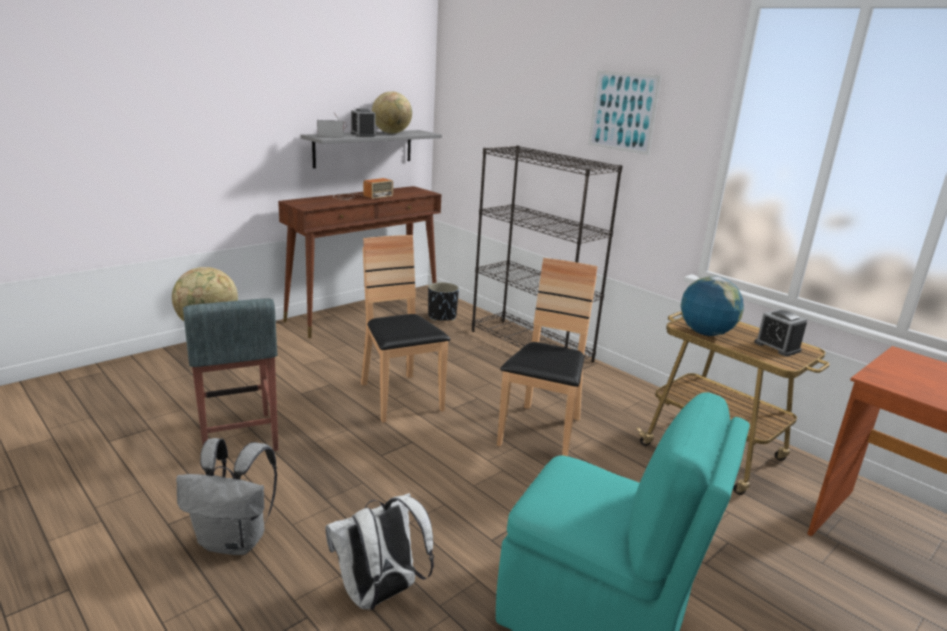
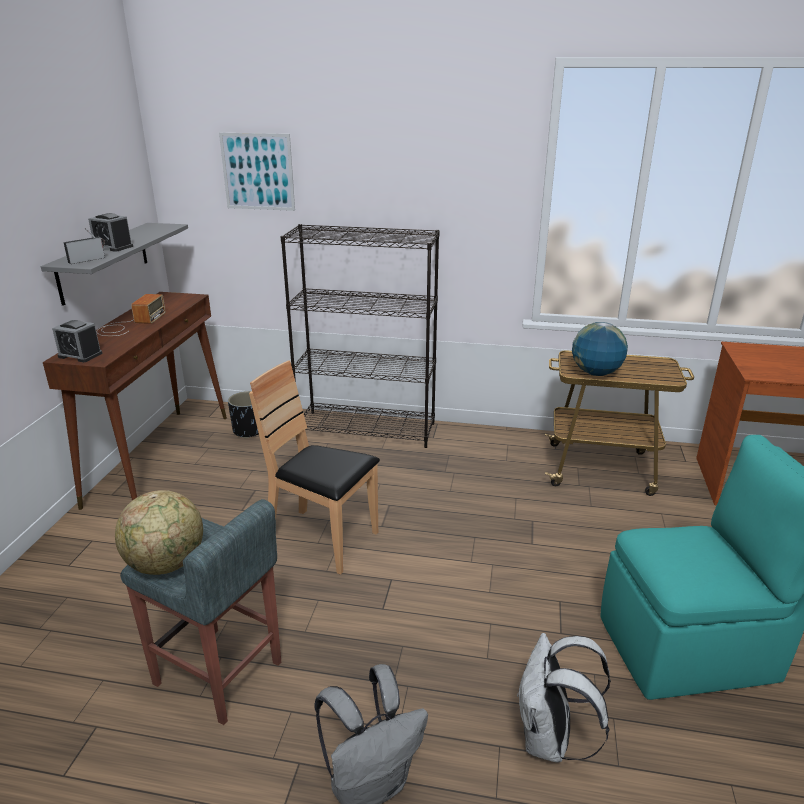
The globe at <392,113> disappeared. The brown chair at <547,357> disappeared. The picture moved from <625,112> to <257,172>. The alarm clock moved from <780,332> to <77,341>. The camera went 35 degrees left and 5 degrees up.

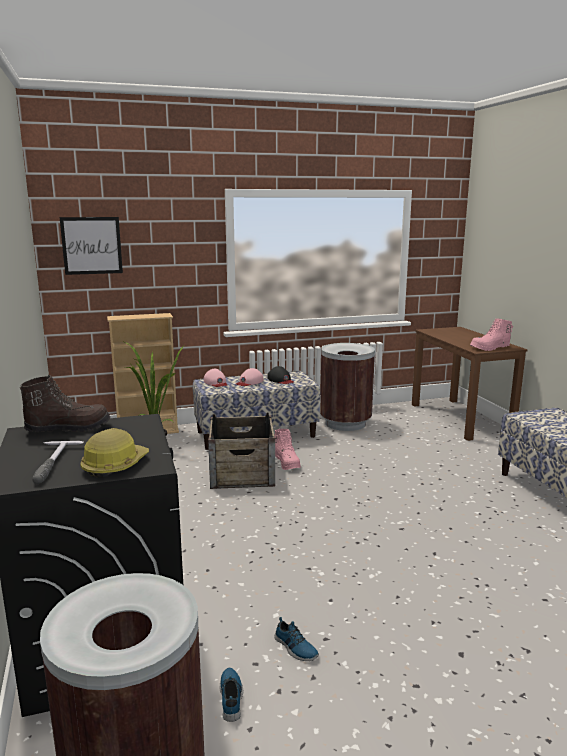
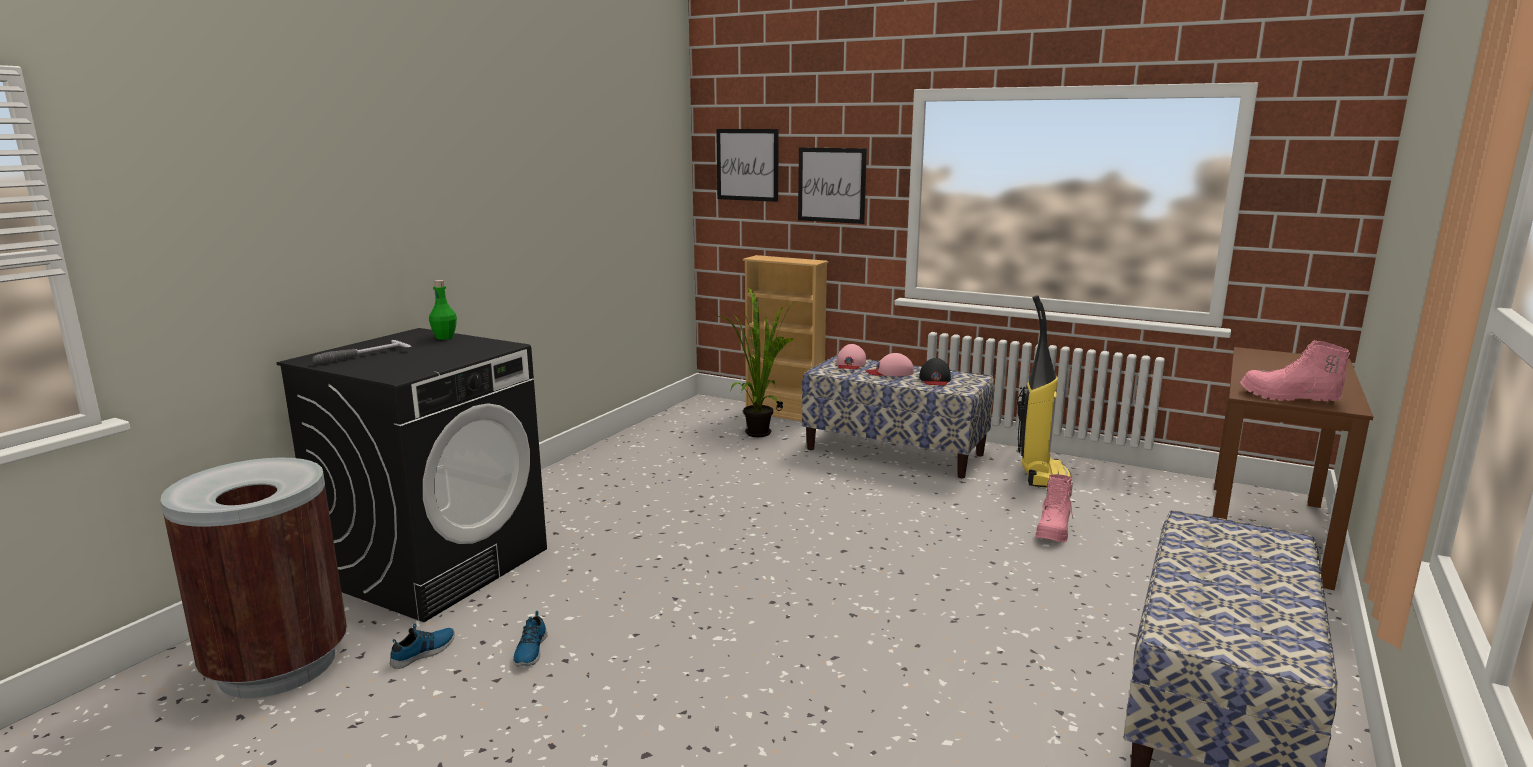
The hard hat at <114,452> disappeared. The crate at <241,451> disappeared. The picture at <832,185> appeared. The pink boot moved from <287,449> to <1054,508>. The brown boot at <65,403> was replaced by the green bottle at <443,310>. The brown trash can at <347,387> was replaced by the vacuum cleaner at <1044,391>. The camera went 45 degrees right and 0 degrees up.

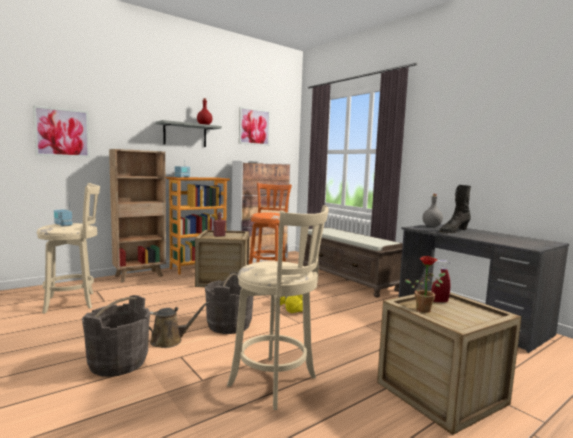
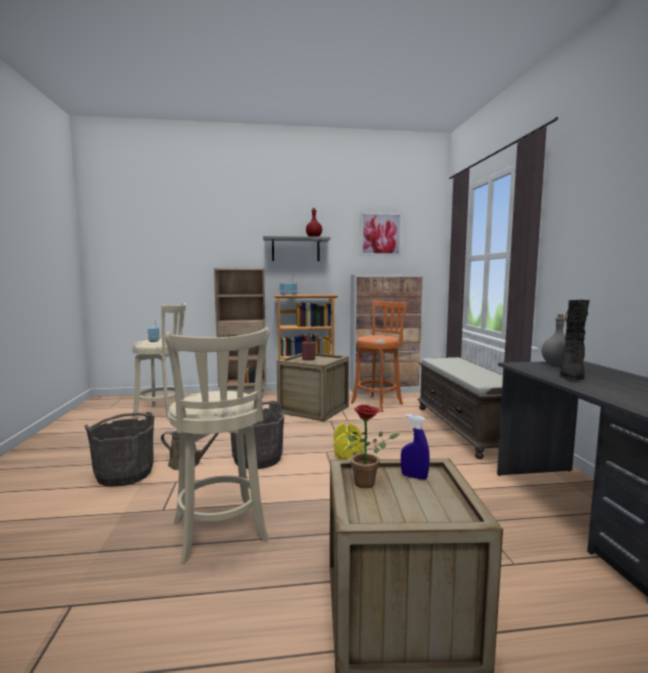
The picture at <61,131> disappeared. The red spray bottle at <441,281> became the blue spray bottle at <415,447>. The black boot at <455,209> turned 60 degrees counterclockwise. The camera went 30 degrees right and 0 degrees up.

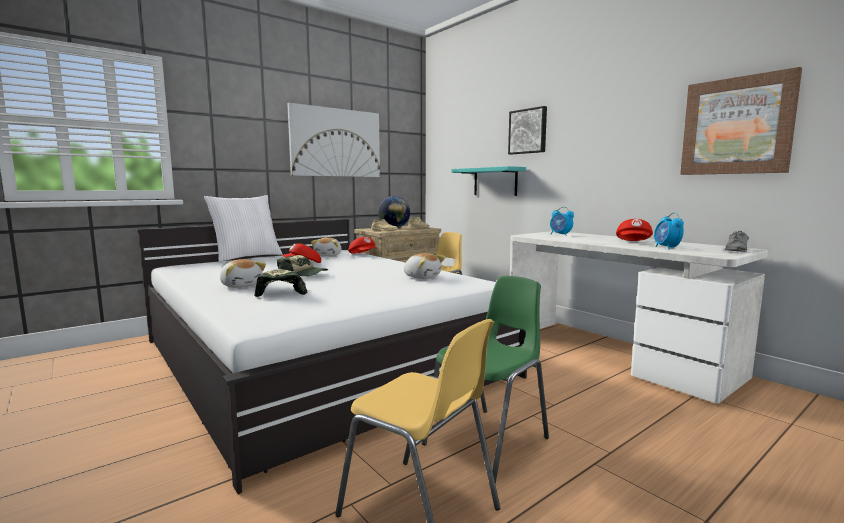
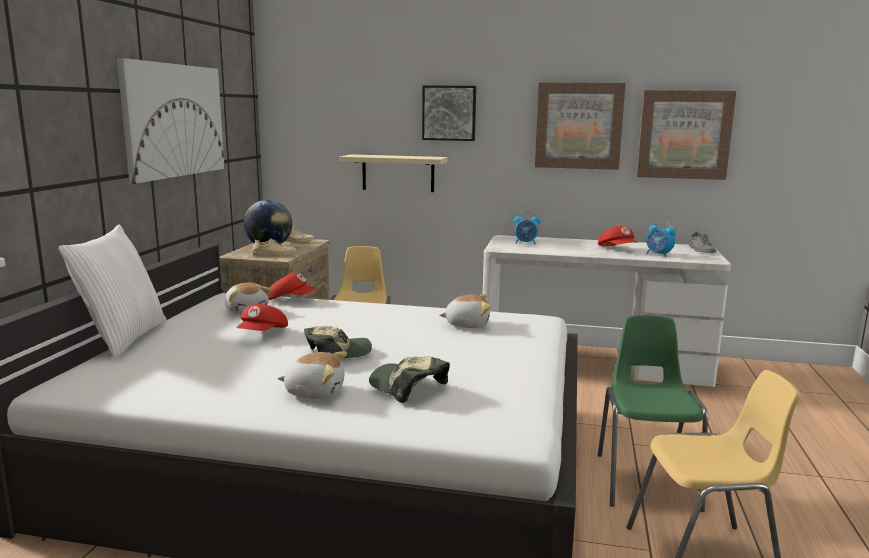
The picture at <580,126> appeared. The turquoise shelf at <489,181> became the beige shelf at <394,173>. The camera went 40 degrees left and 5 degrees up.

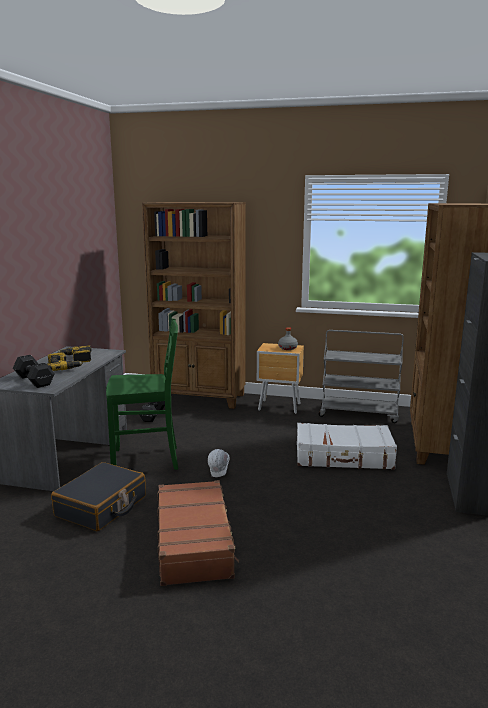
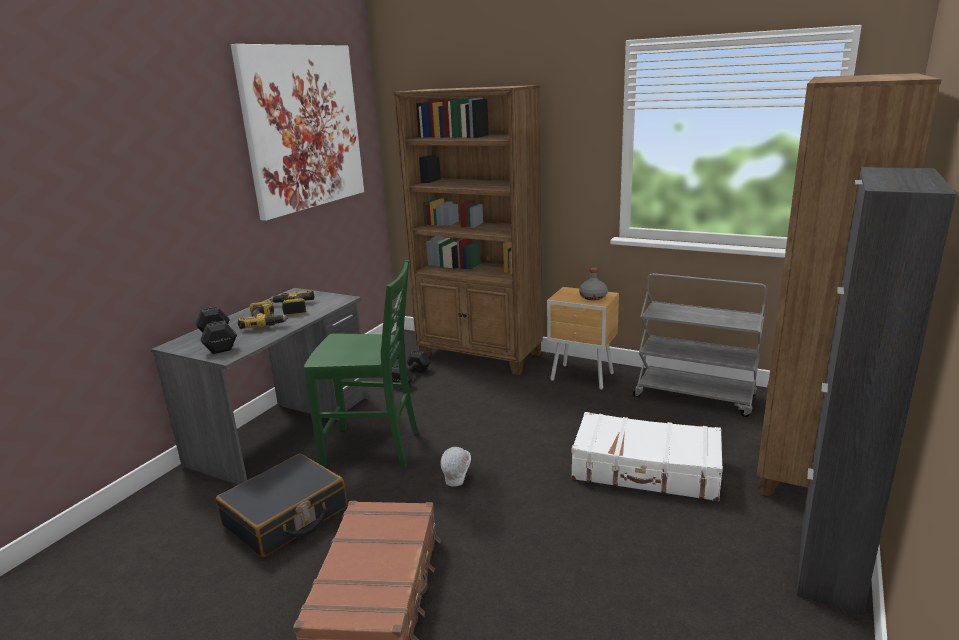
The picture at <297,132> appeared. The camera went 15 degrees right and 5 degrees up.

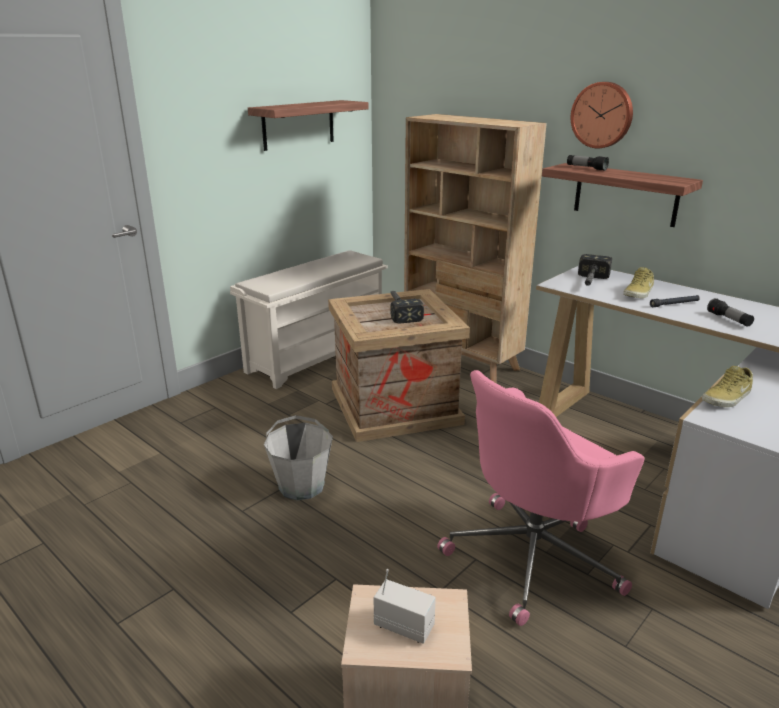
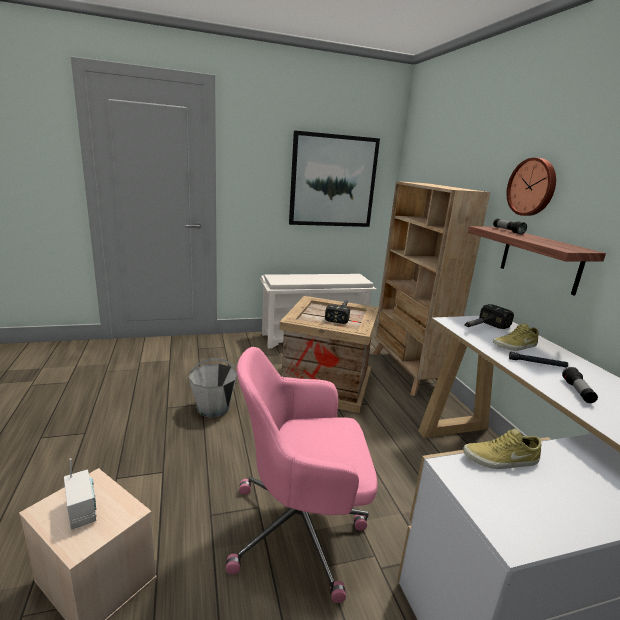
The shelf at <308,125> was replaced by the picture at <334,179>. The camera went 30 degrees right and 5 degrees down.

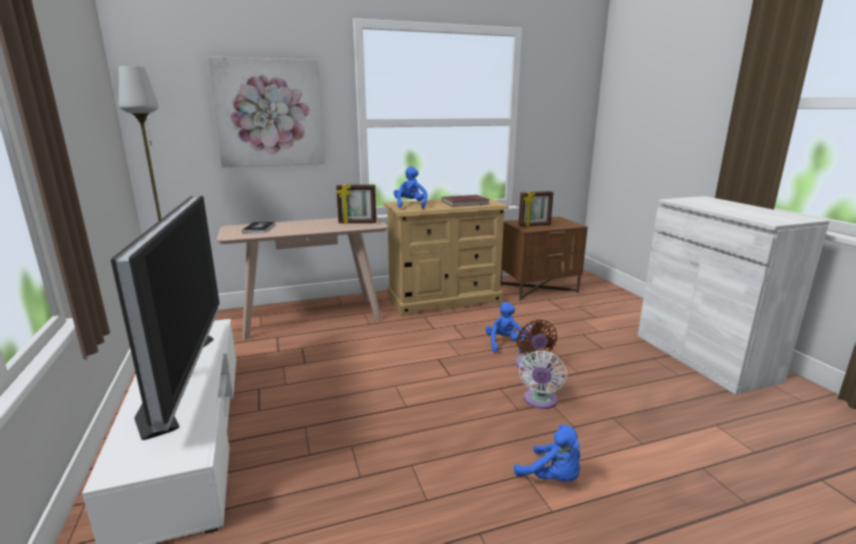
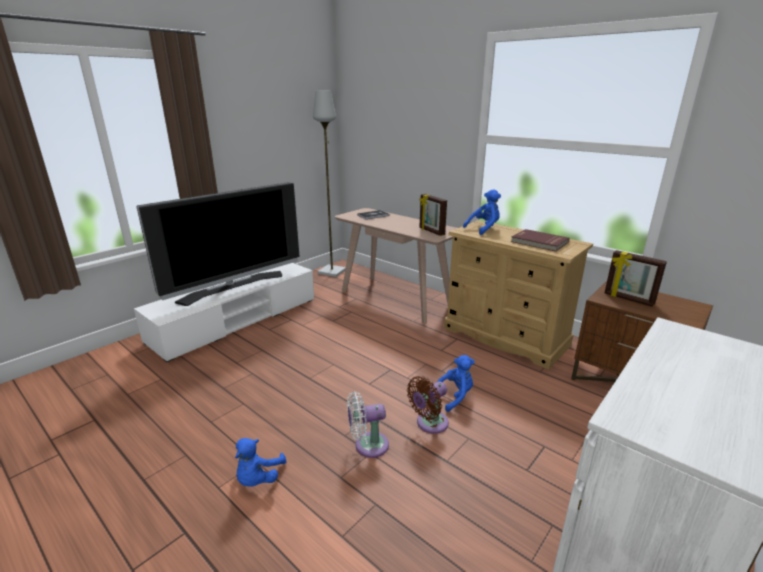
The picture at <266,111> disappeared. The camera went 60 degrees right and 5 degrees up.

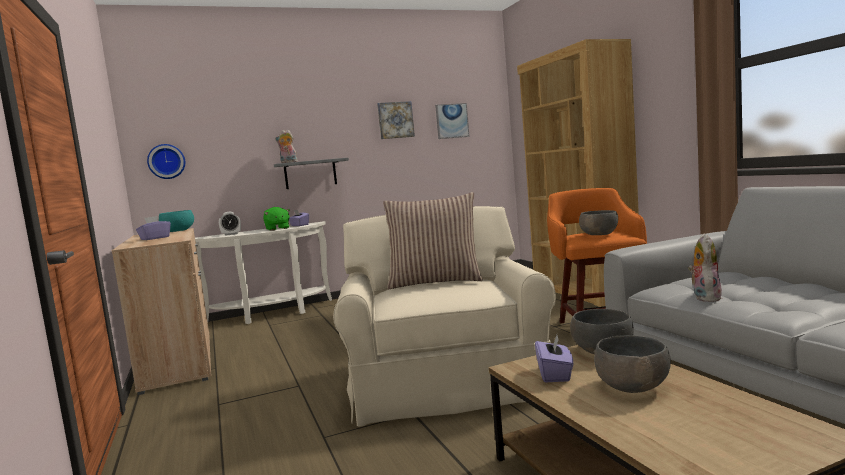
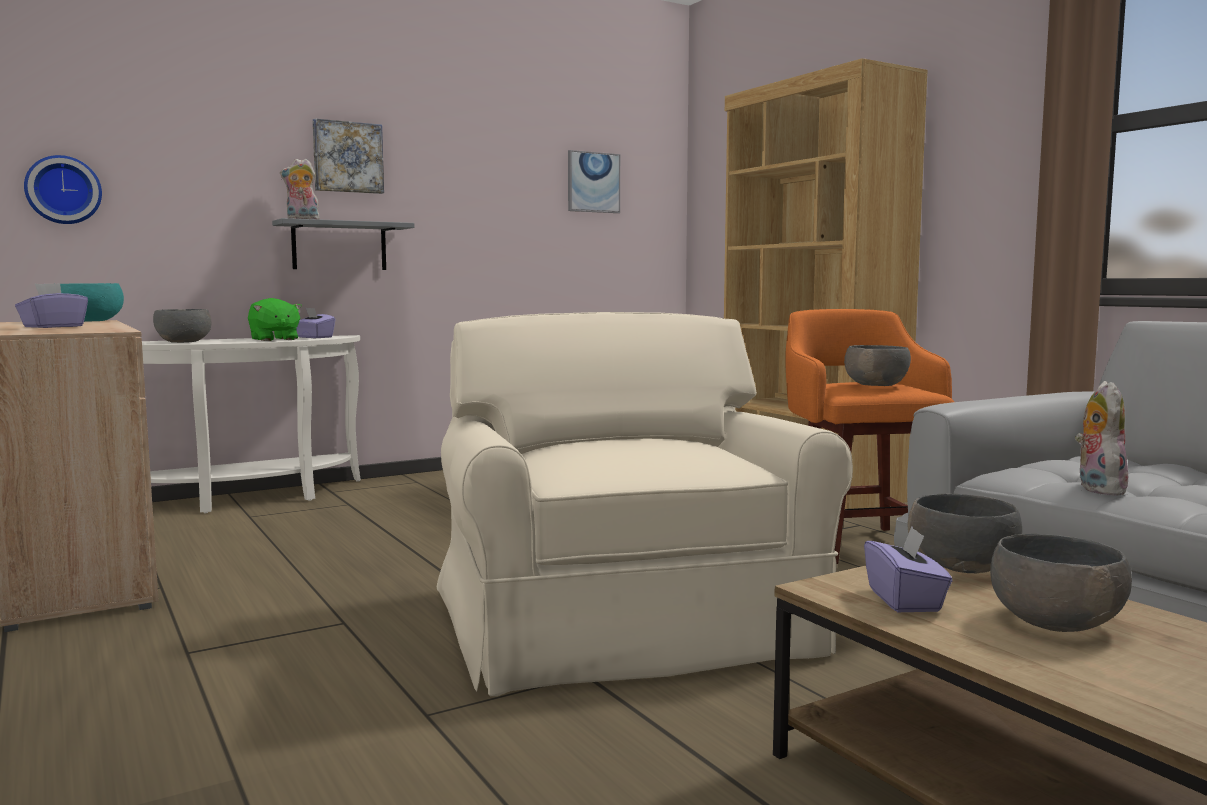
The pillow at <433,240> disappeared. The picture moved from <396,120> to <348,156>. The alarm clock at <230,224> was replaced by the grey bowl at <182,326>. The camera went 10 degrees left and 0 degrees up.

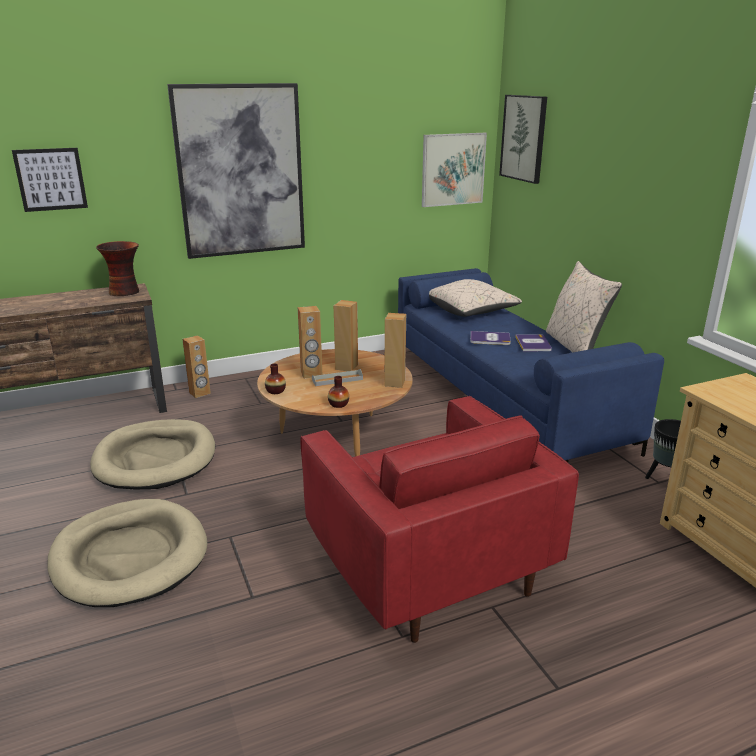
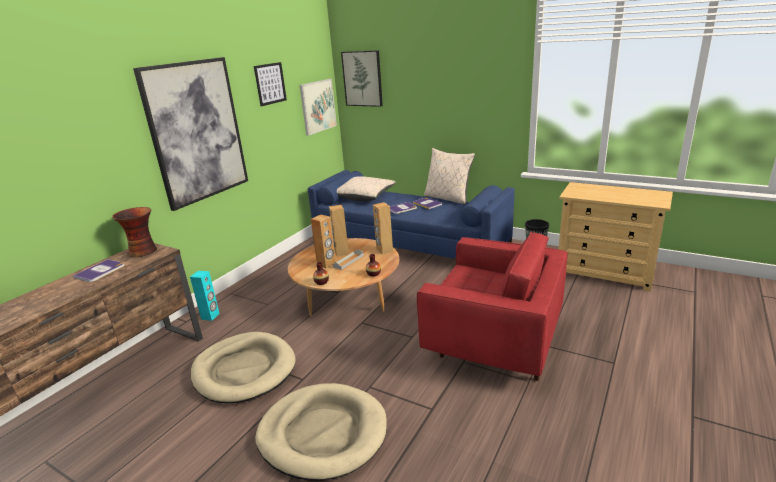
The book at <99,270> appeared. The picture moved from <50,180> to <270,84>. The brown speaker at <196,366> became the turquoise speaker at <204,296>. The camera went 35 degrees left and 0 degrees up.

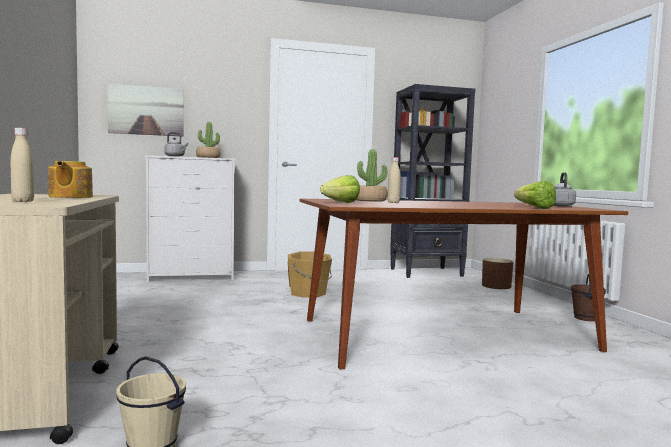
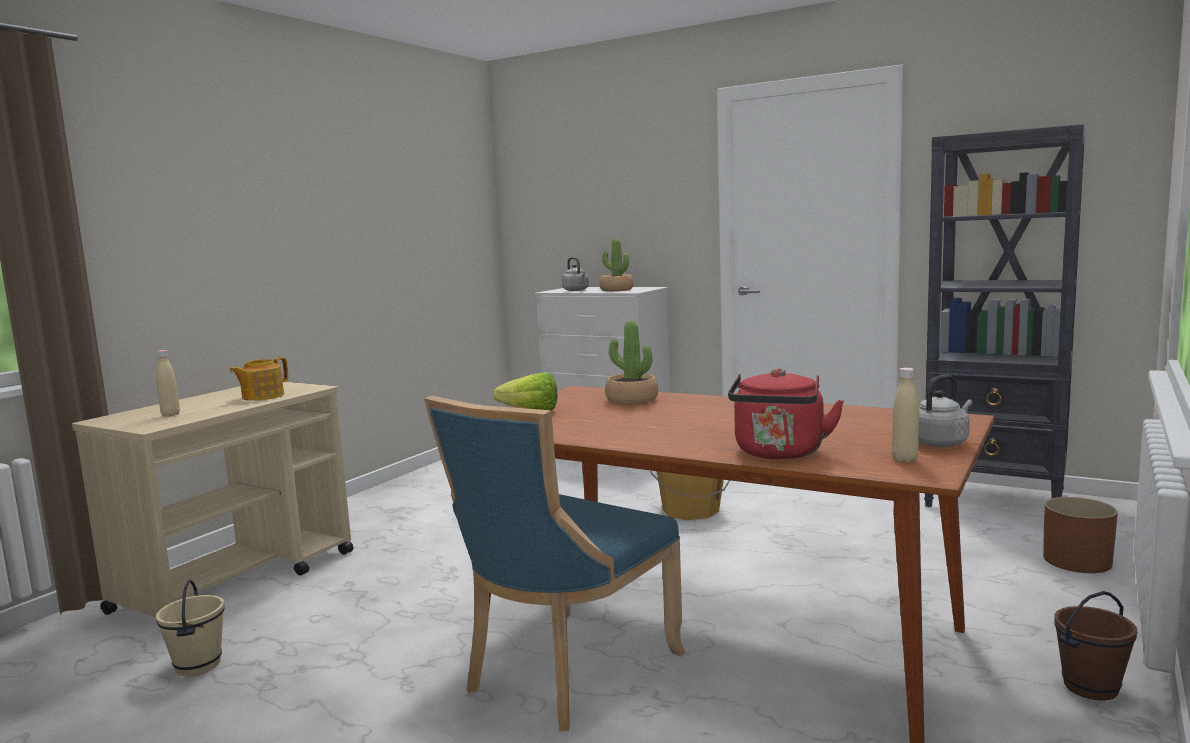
The picture at <145,110> disappeared. The blue chair at <555,563> appeared. The beige bottle moved from <394,180> to <905,415>. The lettuce at <535,195> was replaced by the red kettle at <786,413>. The camera went 45 degrees right and 5 degrees up.

